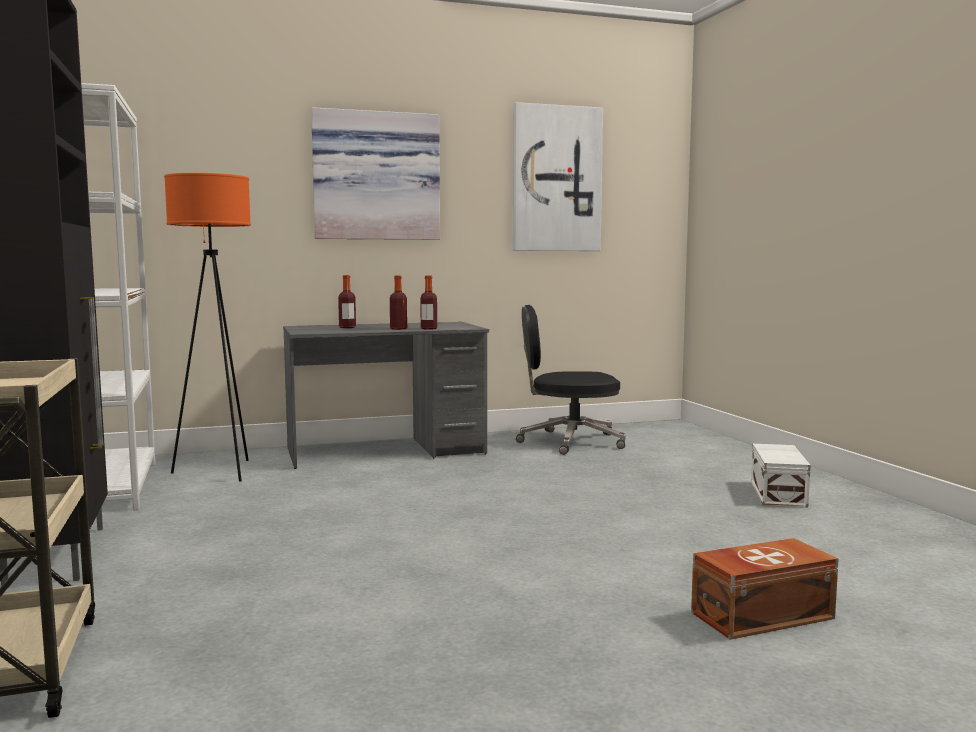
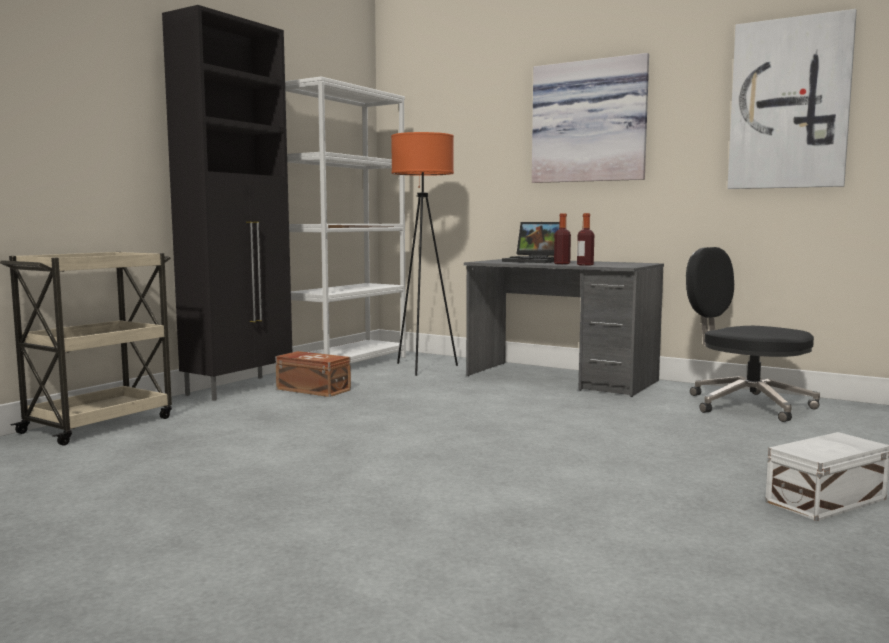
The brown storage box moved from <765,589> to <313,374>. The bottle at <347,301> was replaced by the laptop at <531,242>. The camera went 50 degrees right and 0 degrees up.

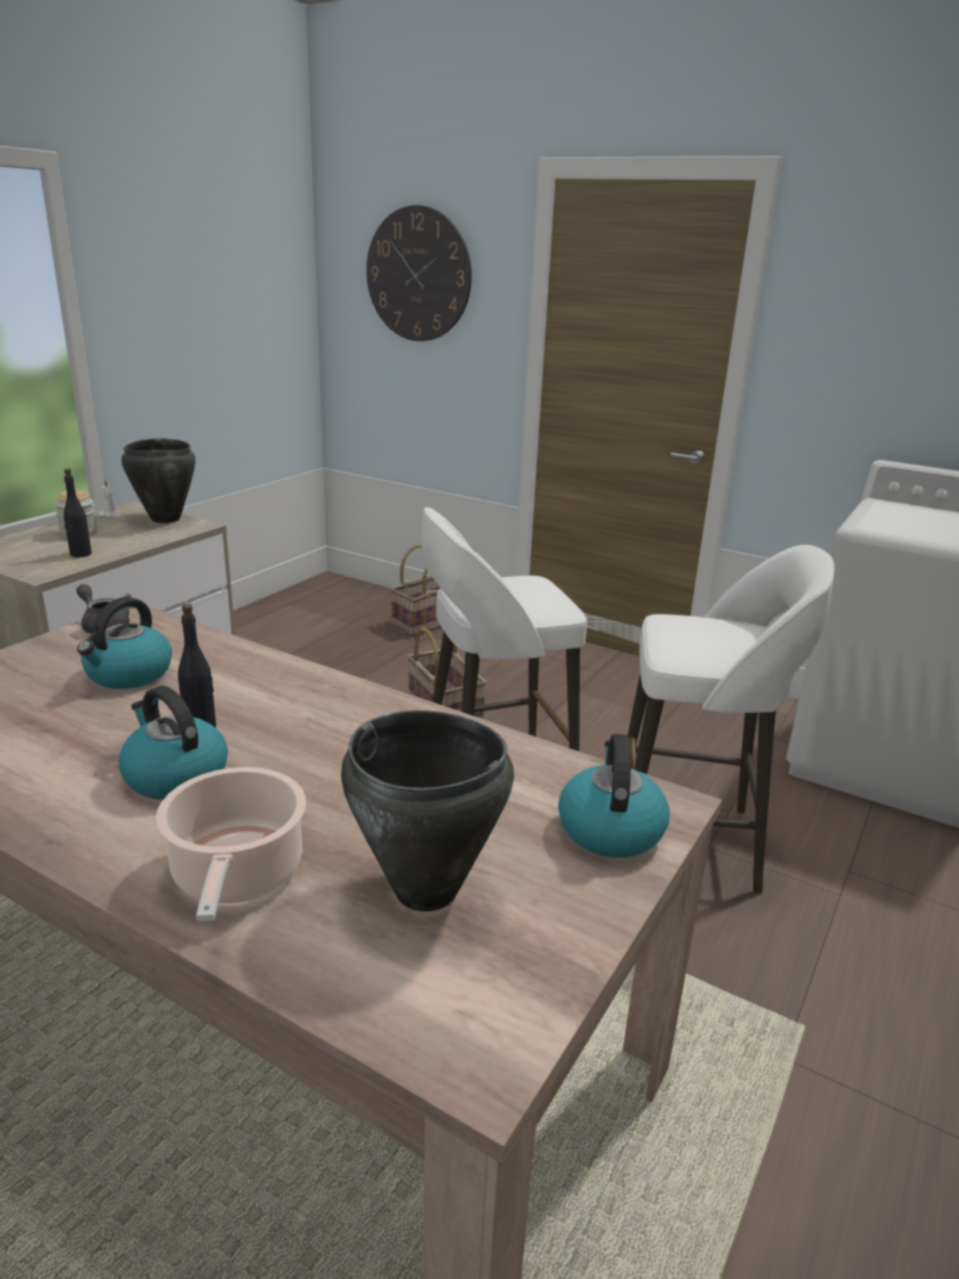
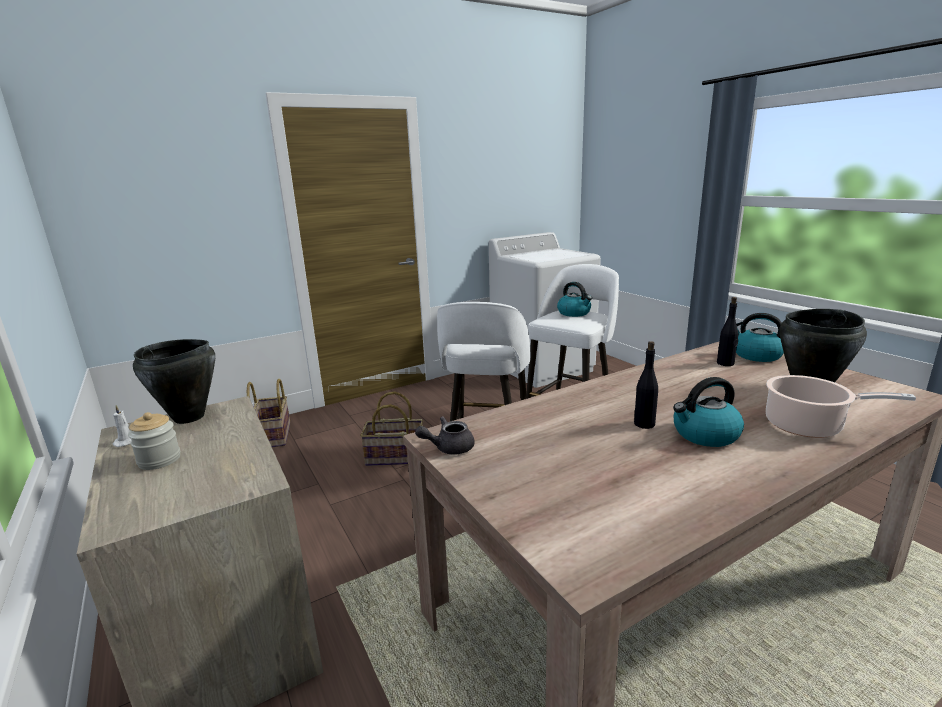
The wall clock at <419,273> disappeared. The black bottle moved from <78,513> to <727,331>. The kettle moved from <124,643> to <574,299>. The camera went 60 degrees left and 5 degrees down.

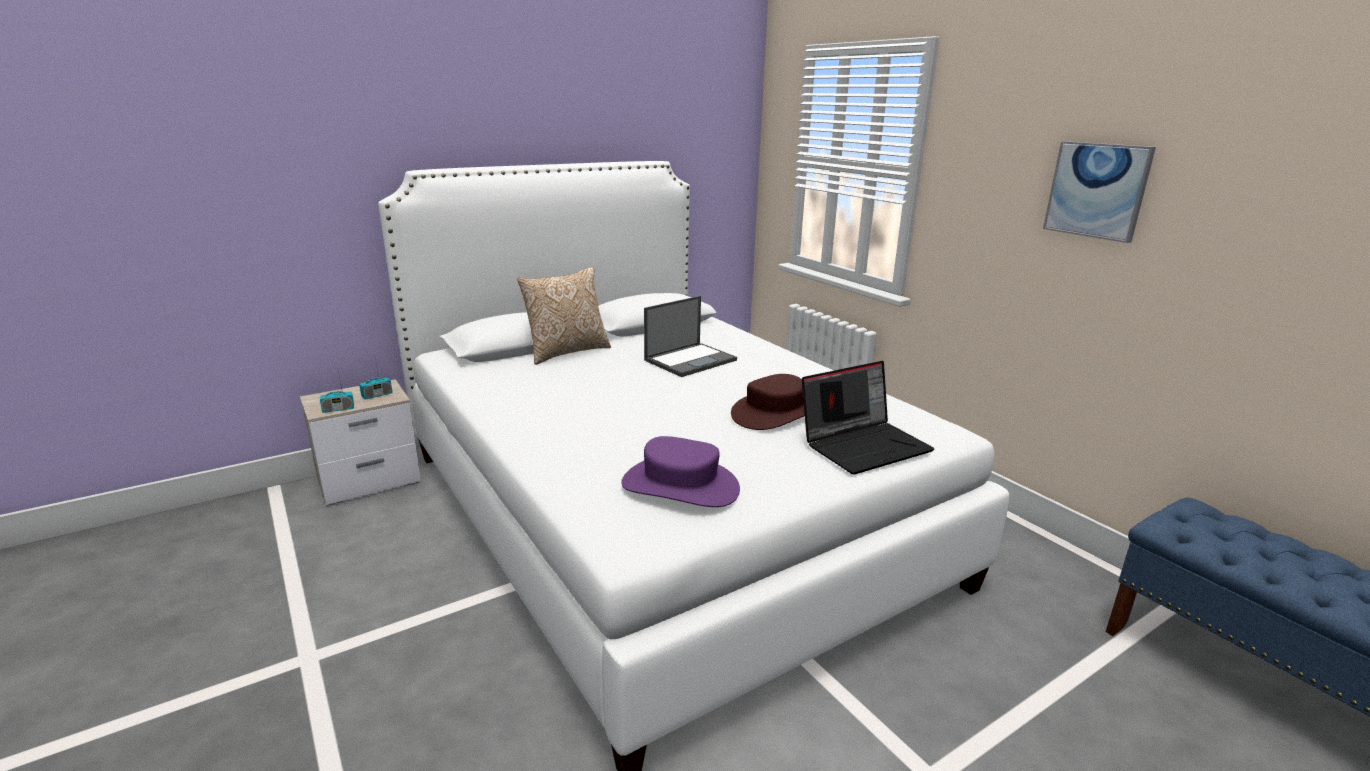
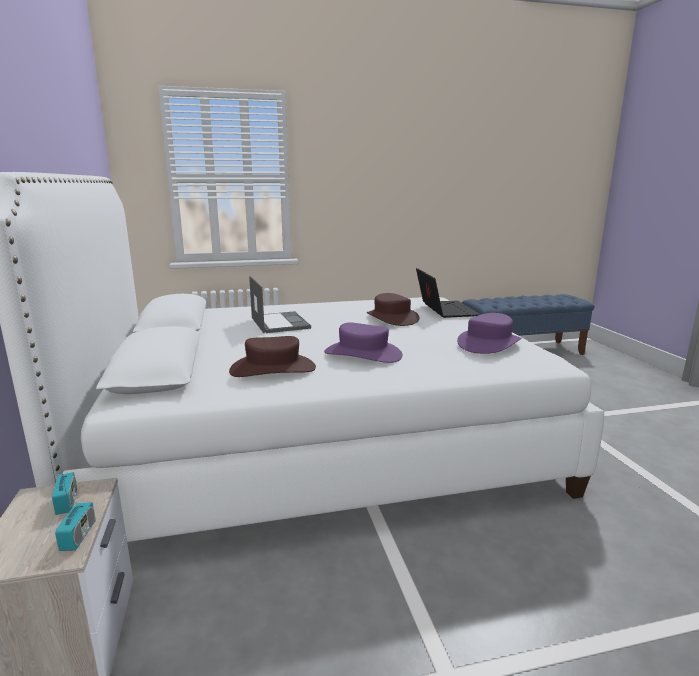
The pillow at <564,316> disappeared. The picture at <1099,192> disappeared. The brown hat at <272,356> appeared. The purple hat at <363,343> appeared. The camera went 70 degrees left and 5 degrees down.

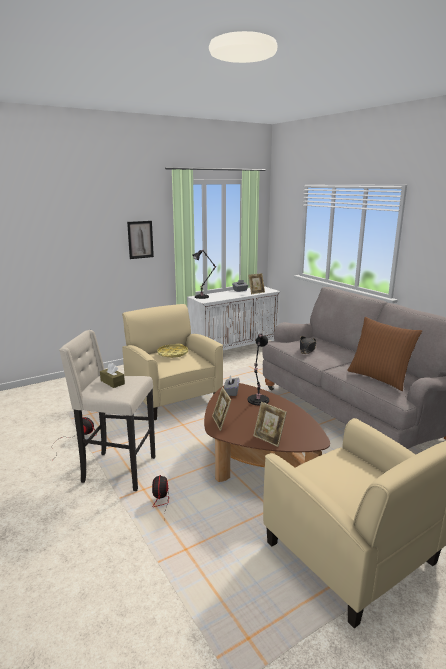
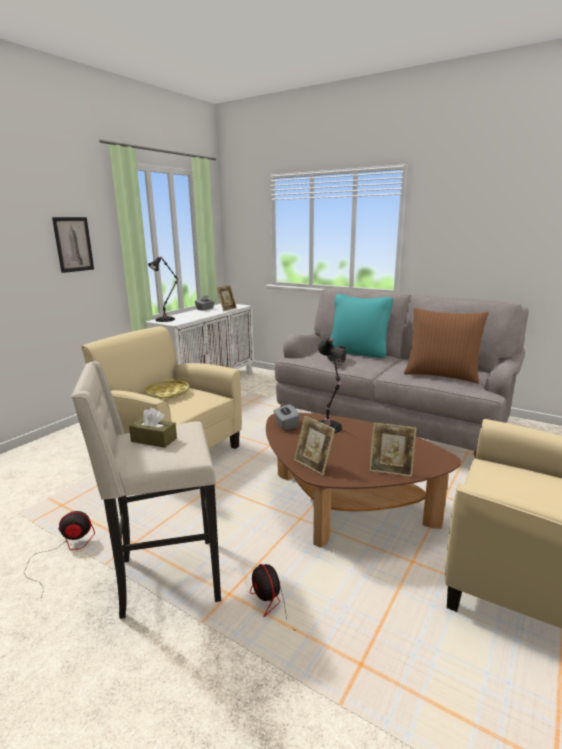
The turquoise pillow at <362,326> appeared. The camera went 25 degrees left and 0 degrees up.

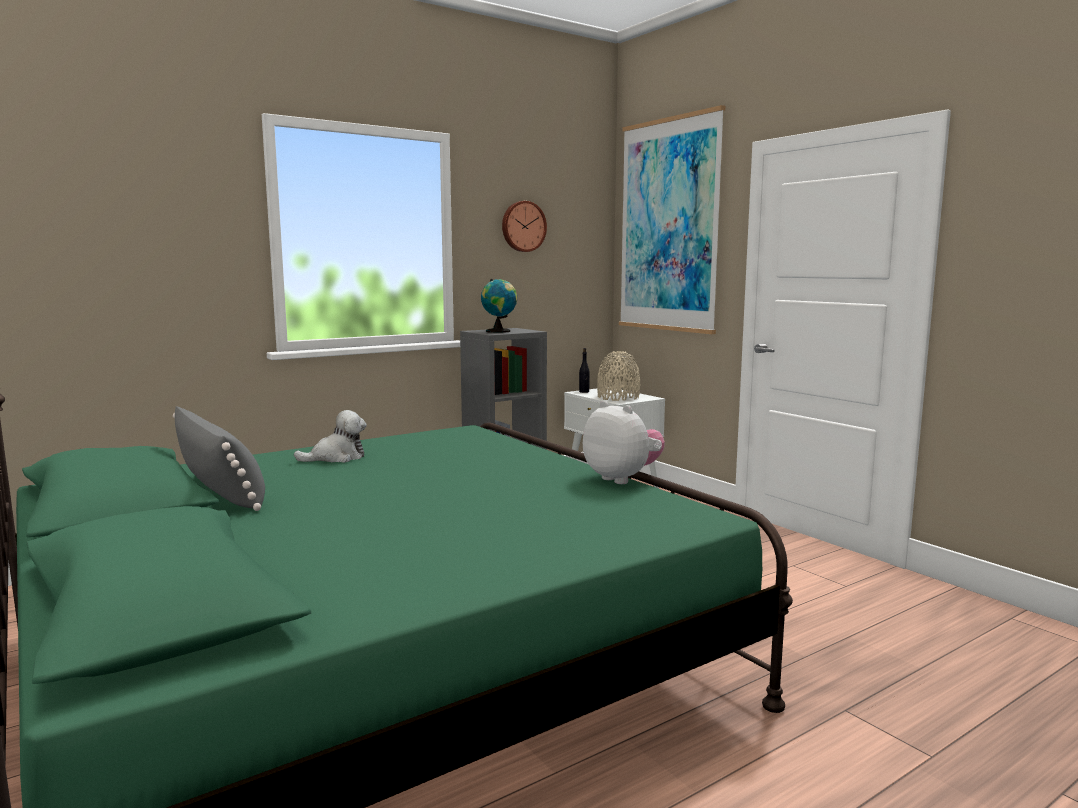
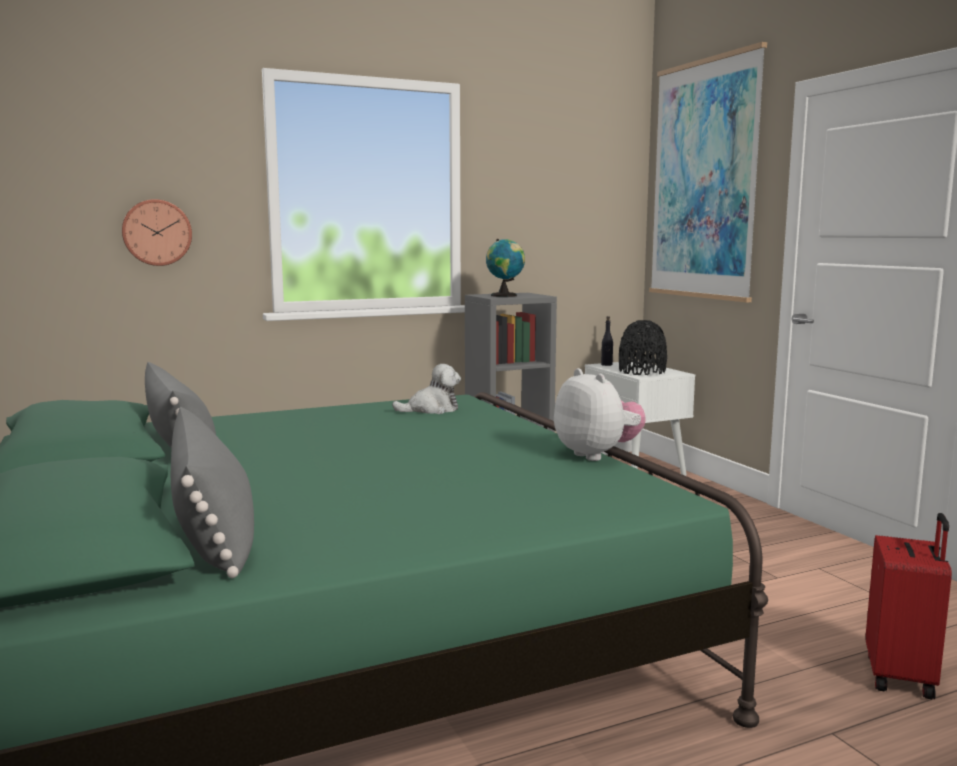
The grey pillow at <212,492> appeared. The red suitcase at <909,606> appeared. The plush toy moved from <330,436> to <426,389>. The wall clock moved from <524,226> to <157,232>. The beige vase at <618,376> became the black vase at <643,347>. The camera went 10 degrees right and 0 degrees up.

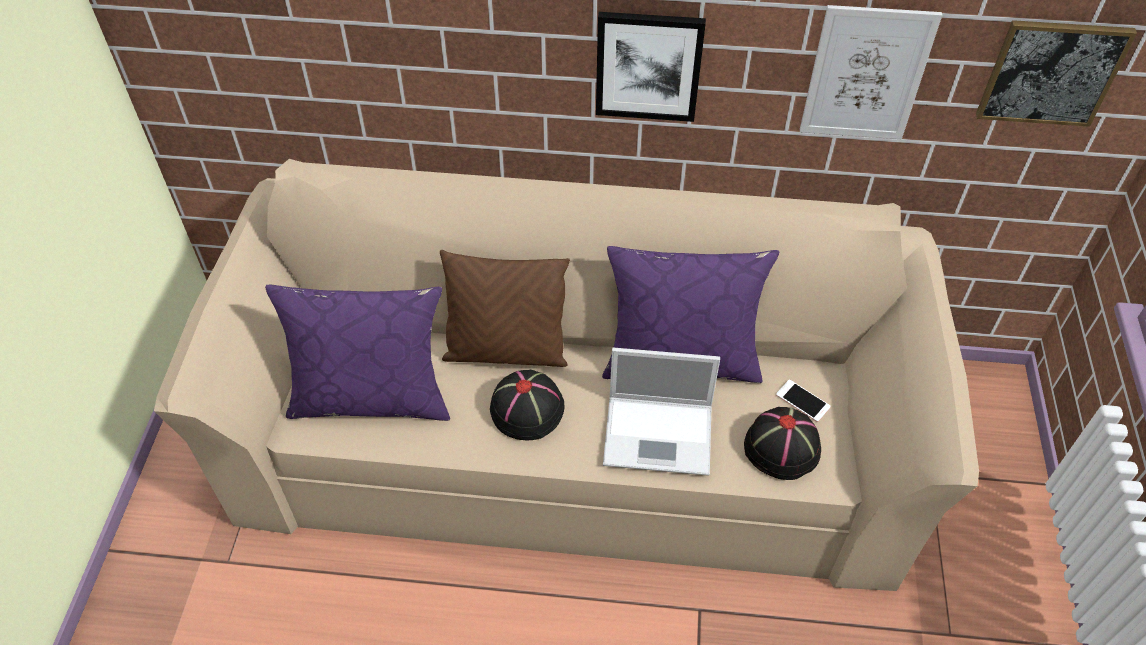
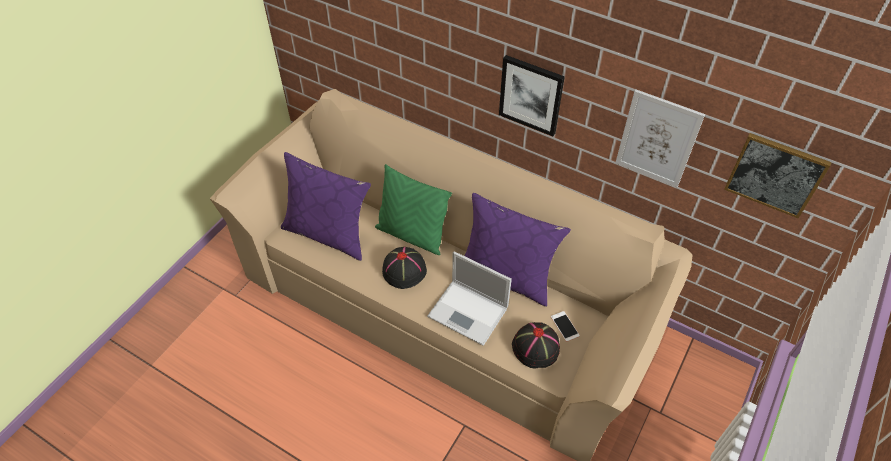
The brown pillow at <505,308> became the green pillow at <413,209>. The camera went 25 degrees right and 0 degrees up.

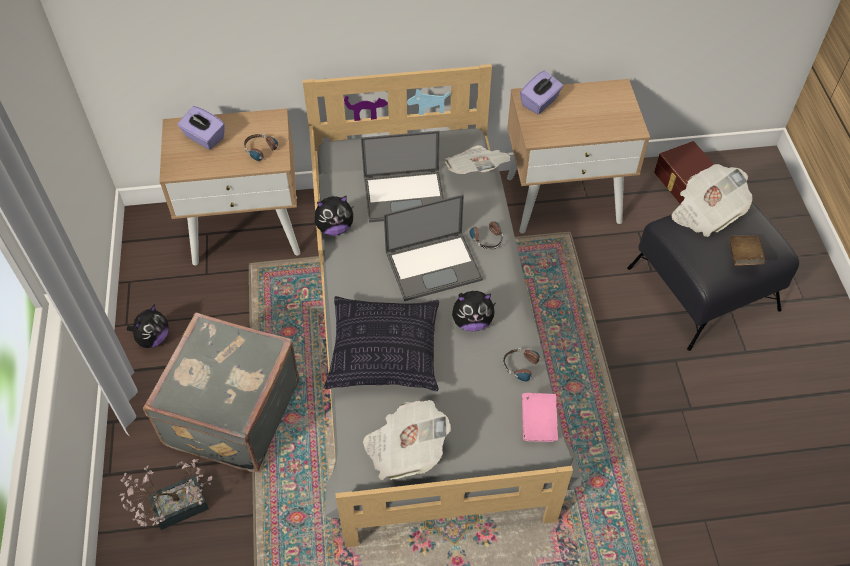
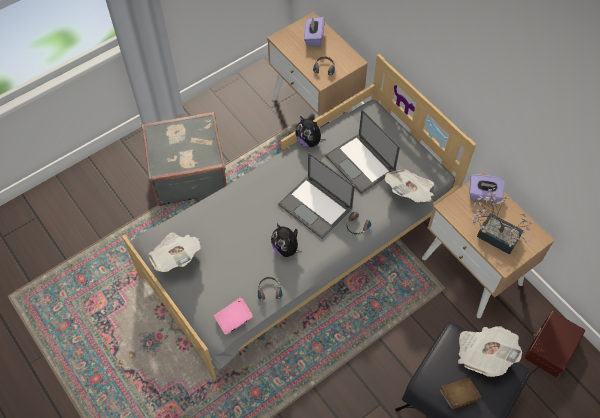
The plush toy at <148,326> disappeared. The pillow at <381,343> disappeared. The potted plant moved from <166,494> to <503,221>. The camera went 60 degrees right and 5 degrees up.

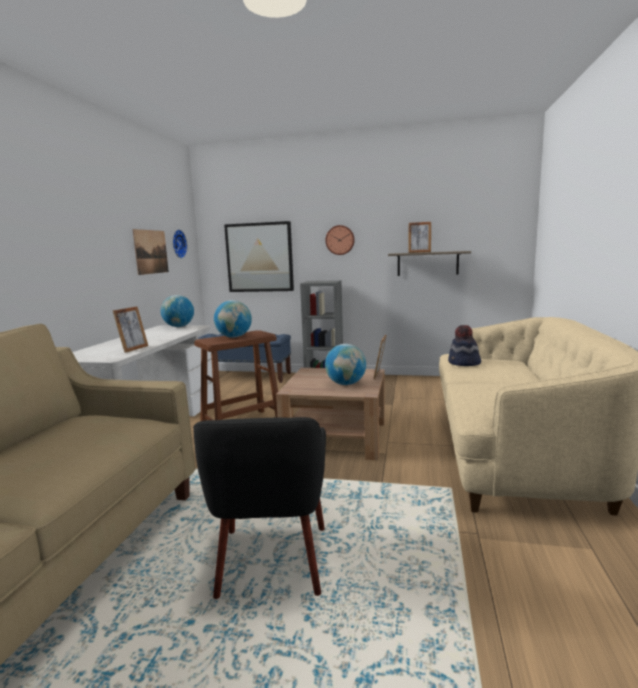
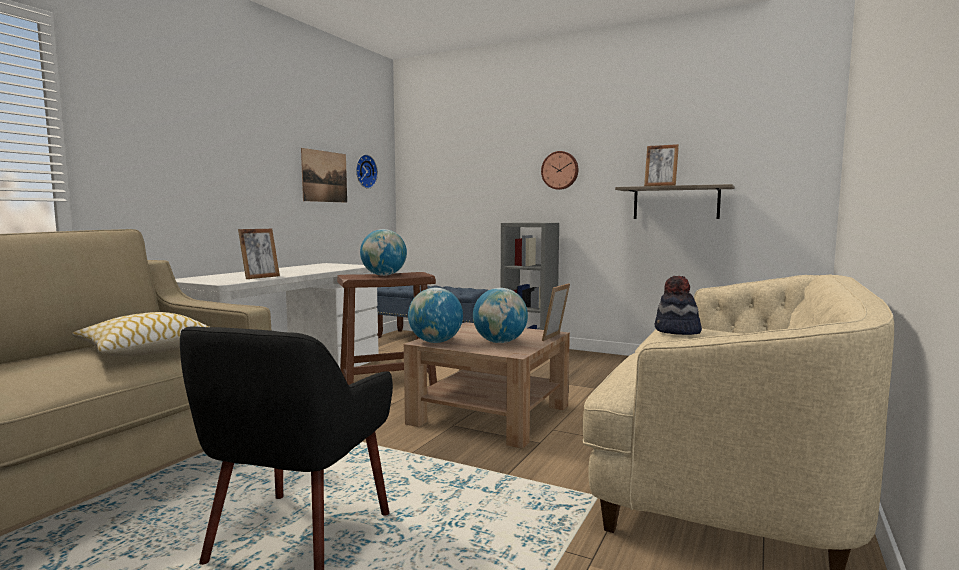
The picture at <259,256> disappeared. The pillow at <140,334> appeared. The globe moved from <177,311> to <435,315>. The camera went 15 degrees right and 5 degrees down.

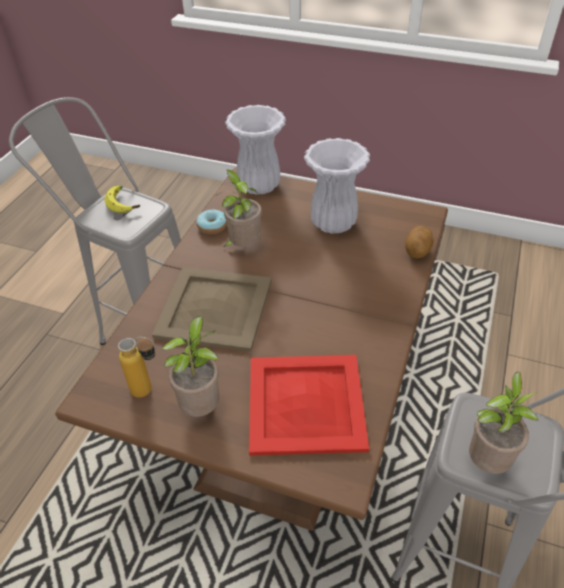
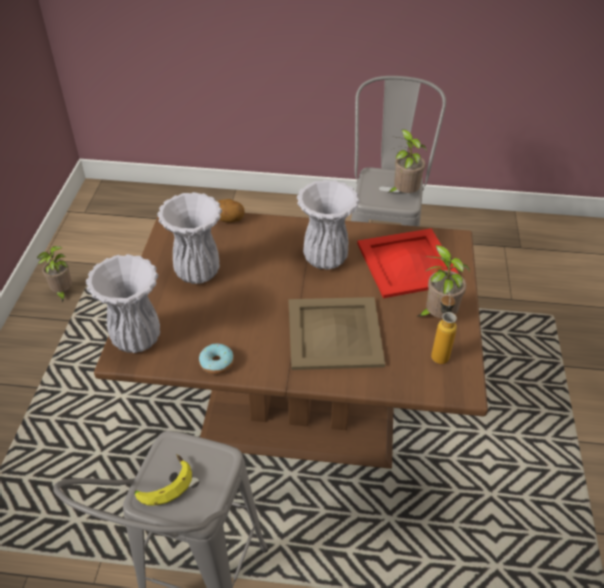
The white vase at <328,225> appeared. The potted plant moved from <238,208> to <54,274>. The camera went 105 degrees left and 0 degrees up.

